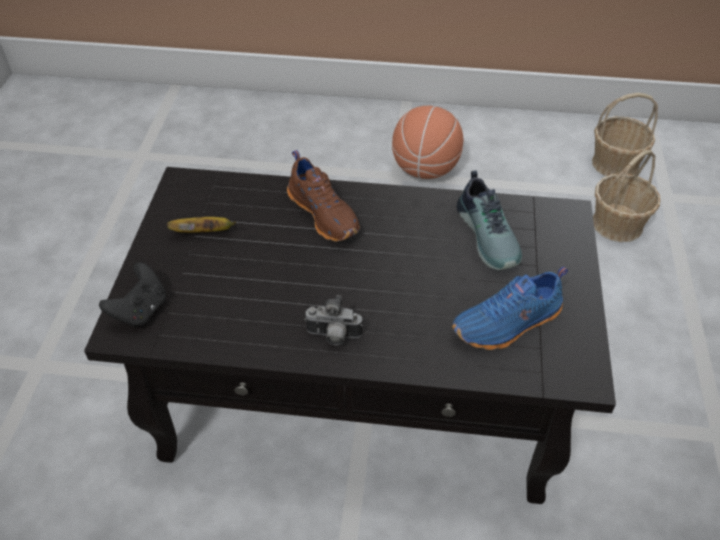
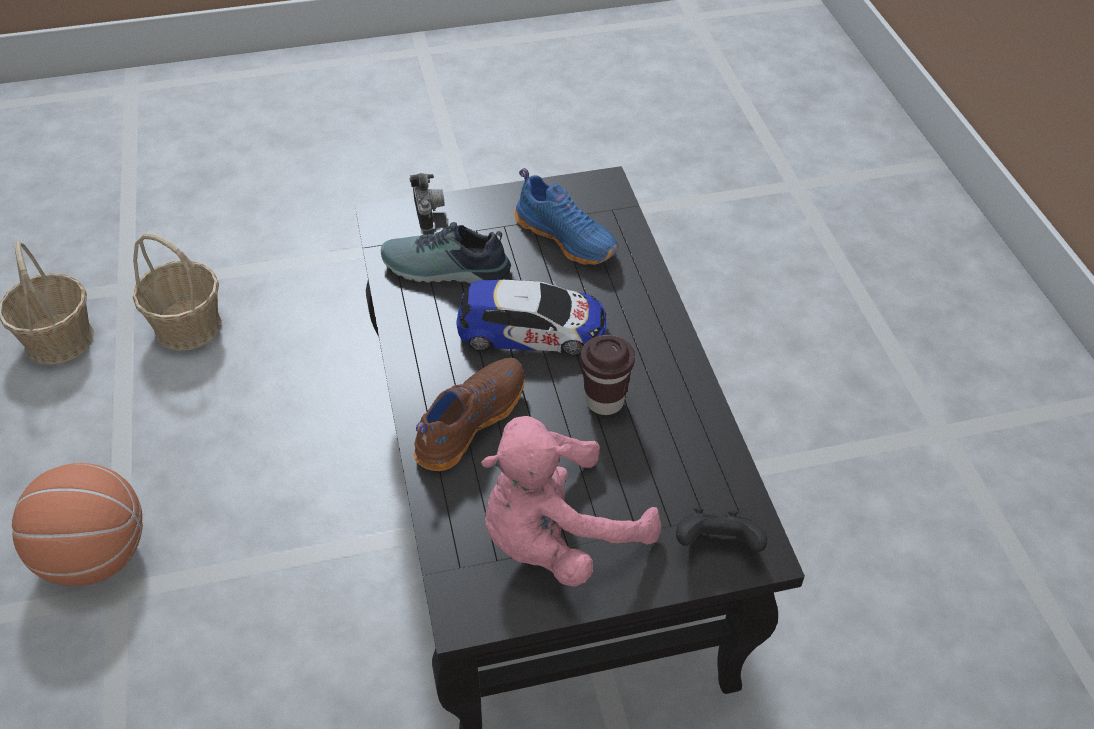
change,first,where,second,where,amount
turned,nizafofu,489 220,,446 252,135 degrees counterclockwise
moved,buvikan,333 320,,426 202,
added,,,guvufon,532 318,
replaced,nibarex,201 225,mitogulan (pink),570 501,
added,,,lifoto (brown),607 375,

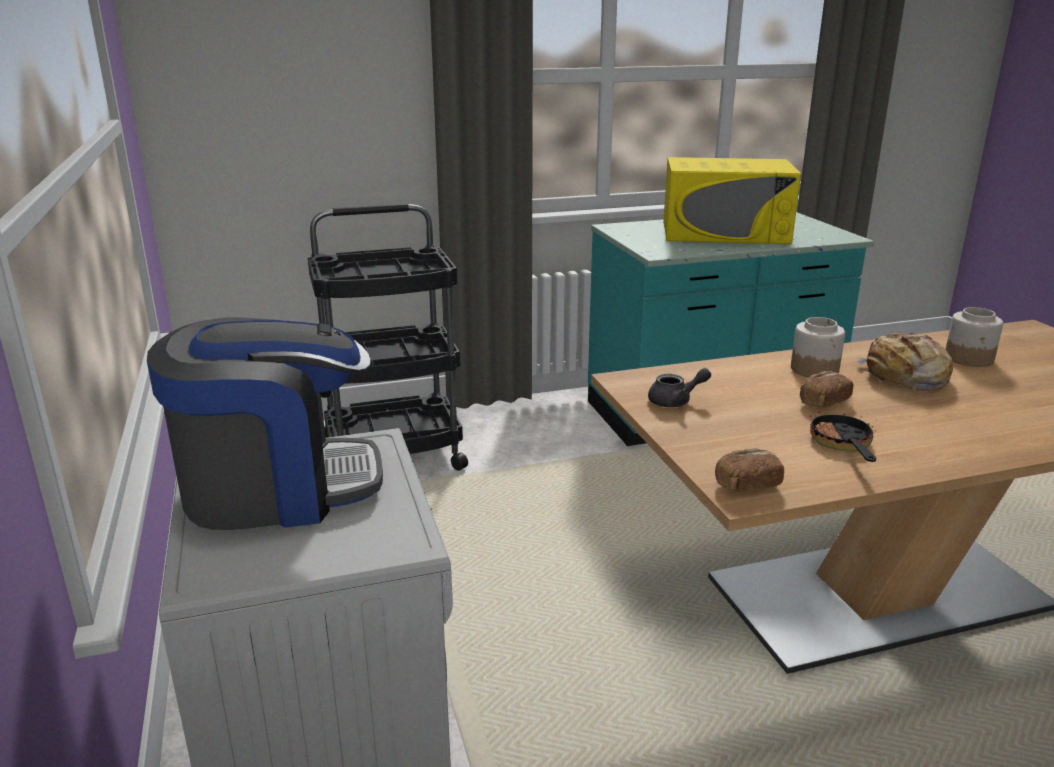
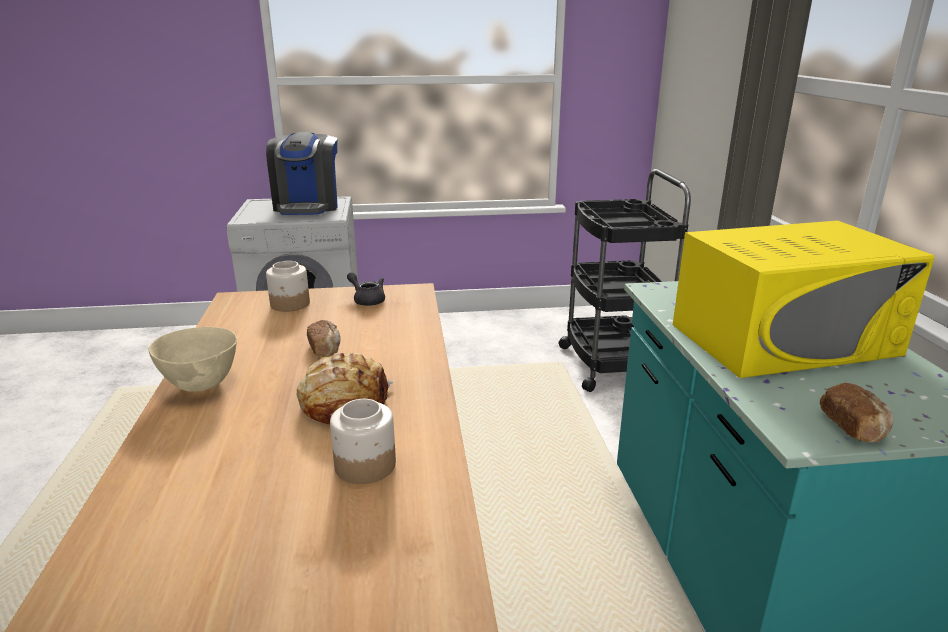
change,first,where,second,where,amount
added,,,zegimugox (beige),193 359,
moved,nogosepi,818 347,,288 286,
turned,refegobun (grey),679 388,,366 289,135 degrees clockwise
turned,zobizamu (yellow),732 200,,804 299,120 degrees counterclockwise
moved,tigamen,749 470,,857 413,
removed,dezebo,843 436,,,

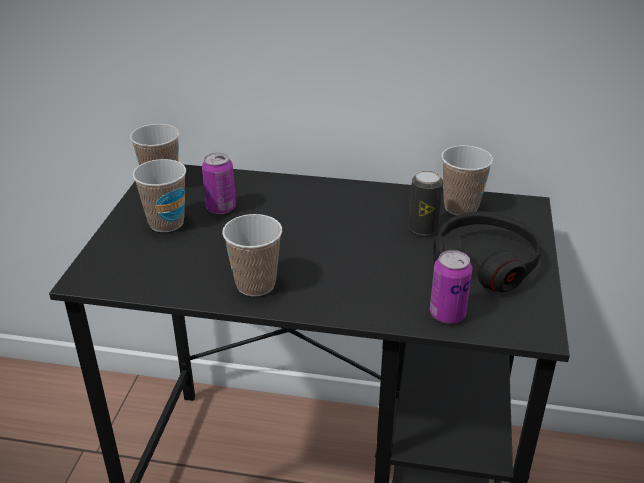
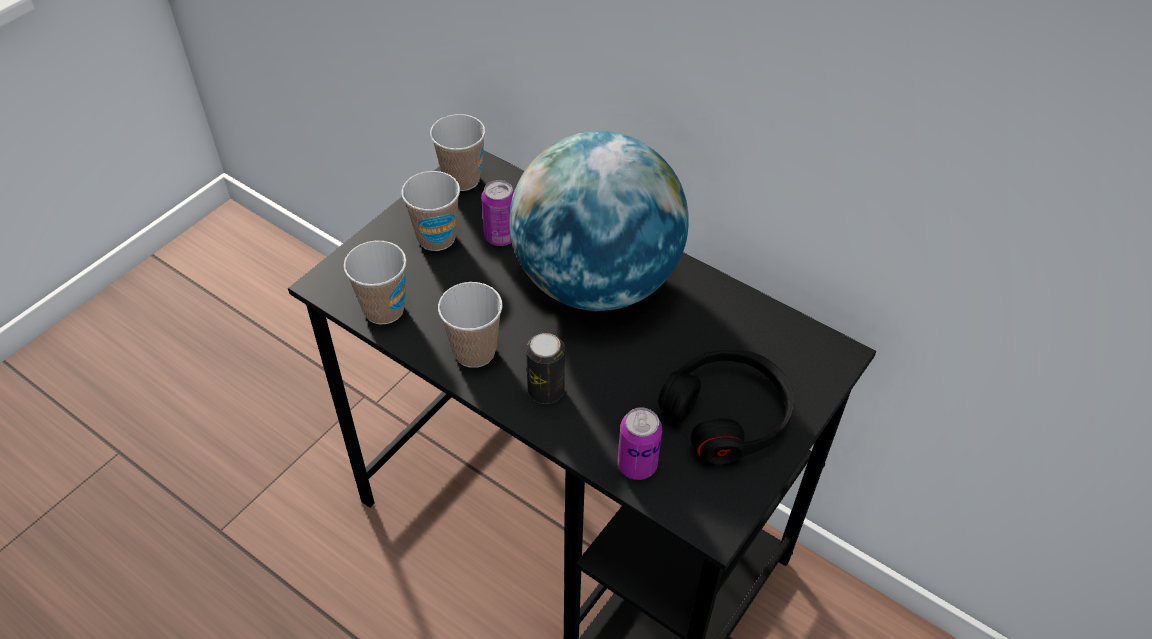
change,first,where,second,where,amount
moved,lifoto,467 180,,375 282,
added,,,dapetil,599 221,
moved,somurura,426 203,,545 368,

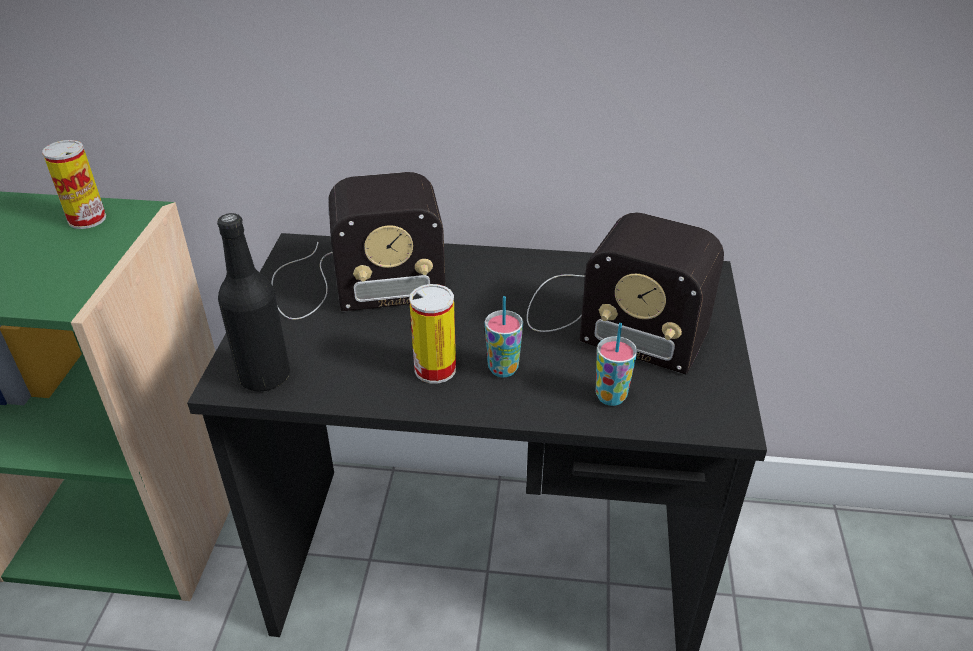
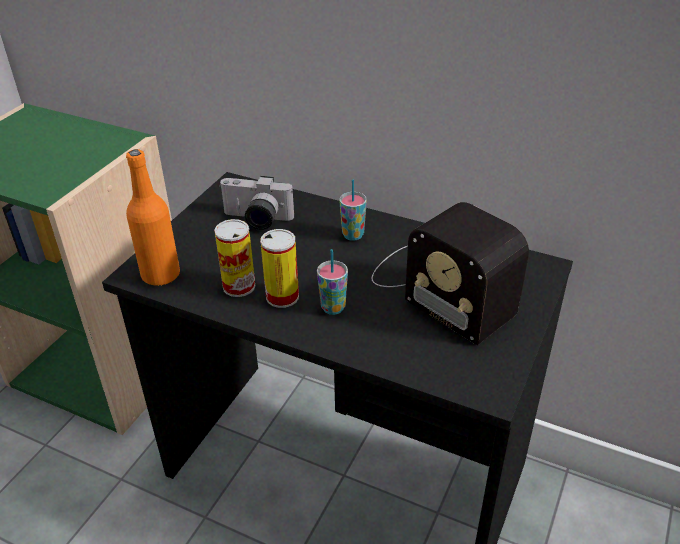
change,first,where,second,where,amount
recoloured,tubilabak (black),253 302,tubilabak (orange),153 217,
moved,somurura,74 184,,235 258,
replaced,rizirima,358 246,buvikan,257 203,
moved,lifoto,616 364,,353 210,

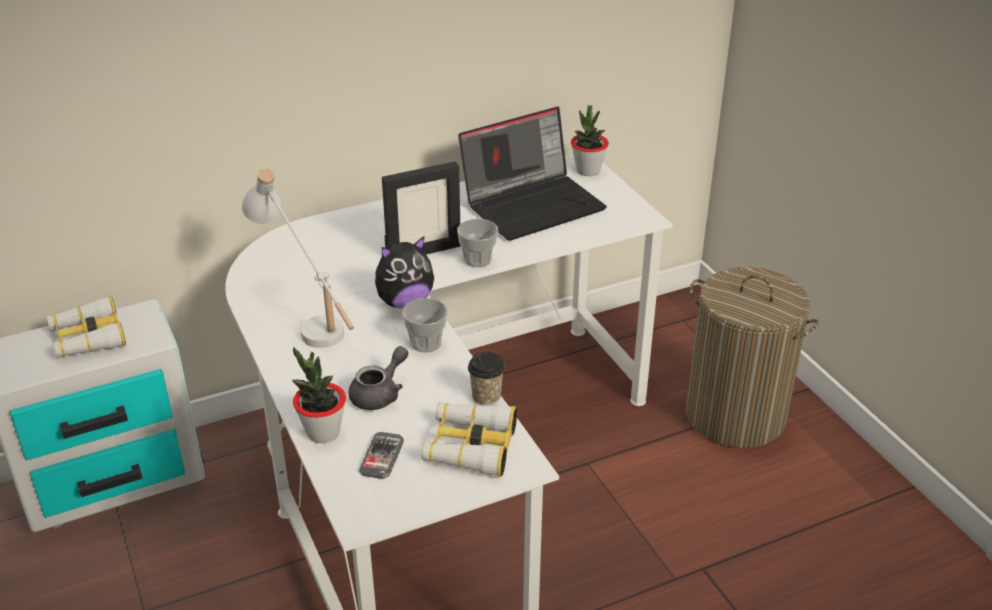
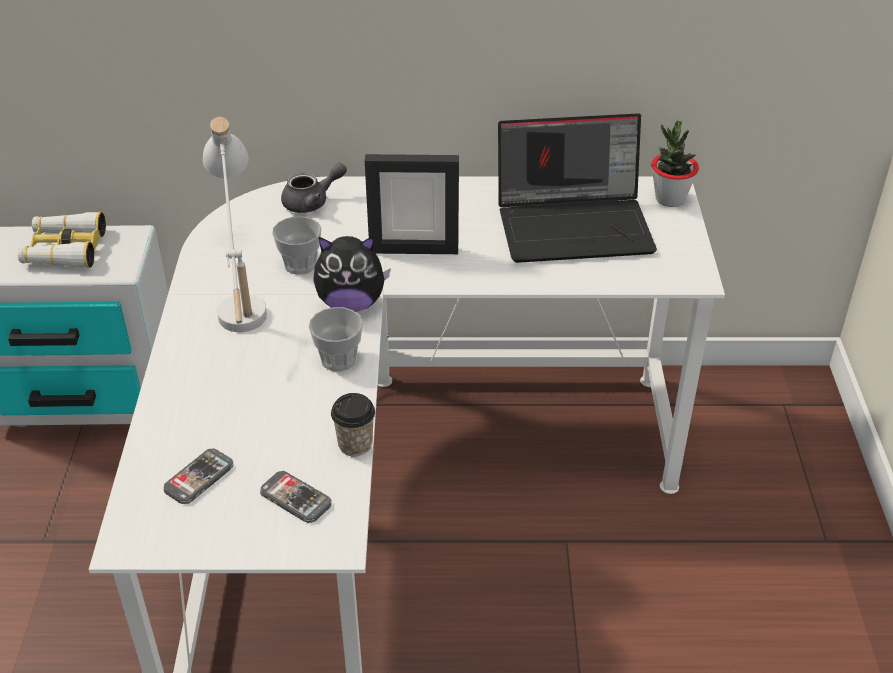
change,first,where,second,where,amount
replaced,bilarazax,469 439,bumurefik,296 497,
moved,lifoto,477 243,,296 245,
moved,refegobun (grey),378 378,,314 188,
removed,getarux,319 395,,,
removed,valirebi,752 357,,,

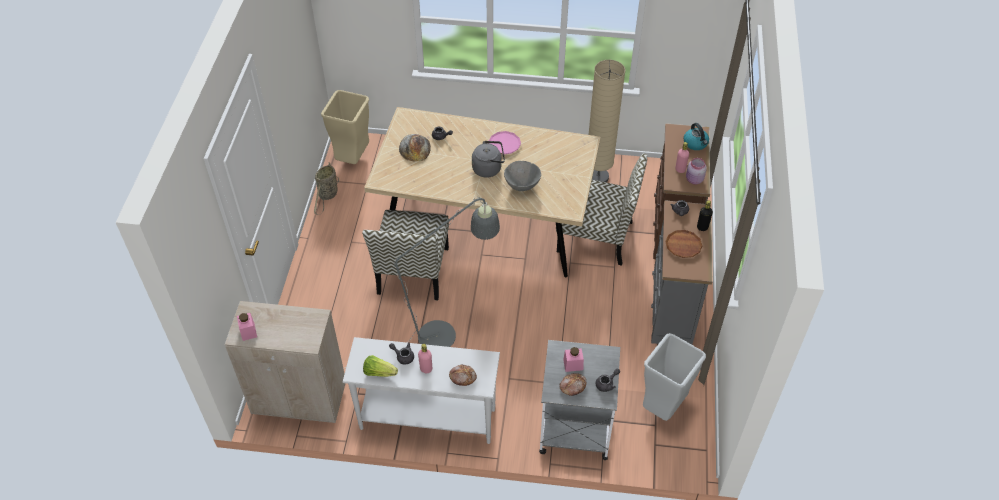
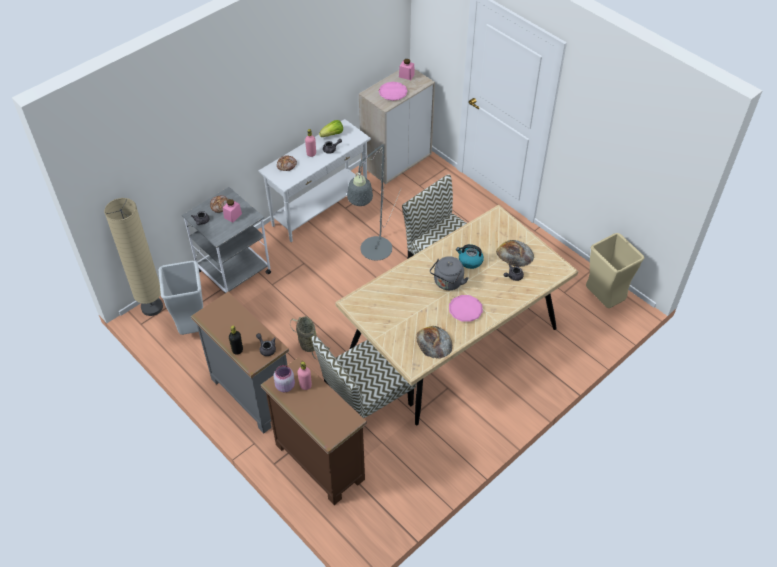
change,first,where,second,where,amount
moved,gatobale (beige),607 121,,133 257,
moved,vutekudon,326 188,,310 338,
added,,,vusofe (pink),393 91,
added,,,tigamen,435 342,
moved,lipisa,696 136,,470 256,
removed,zegimugox (grey),522 176,,,
removed,vusofe (brown),683 244,,,

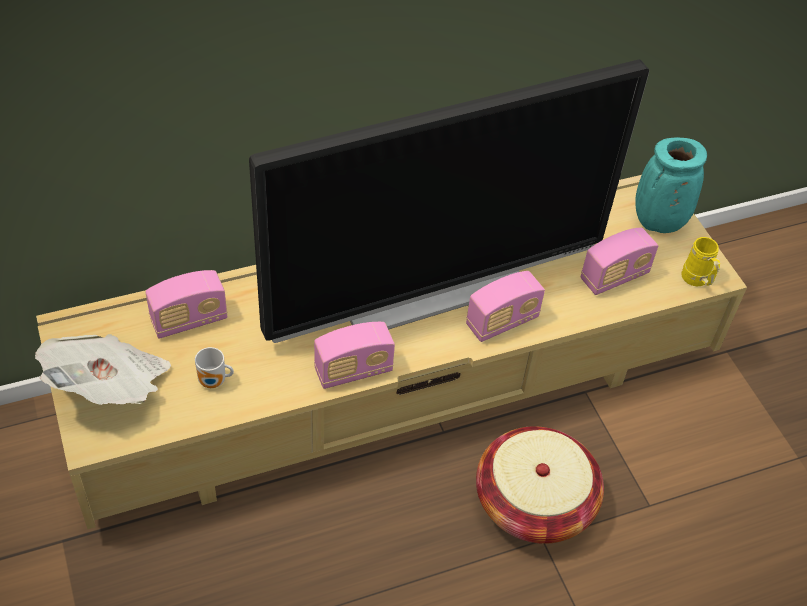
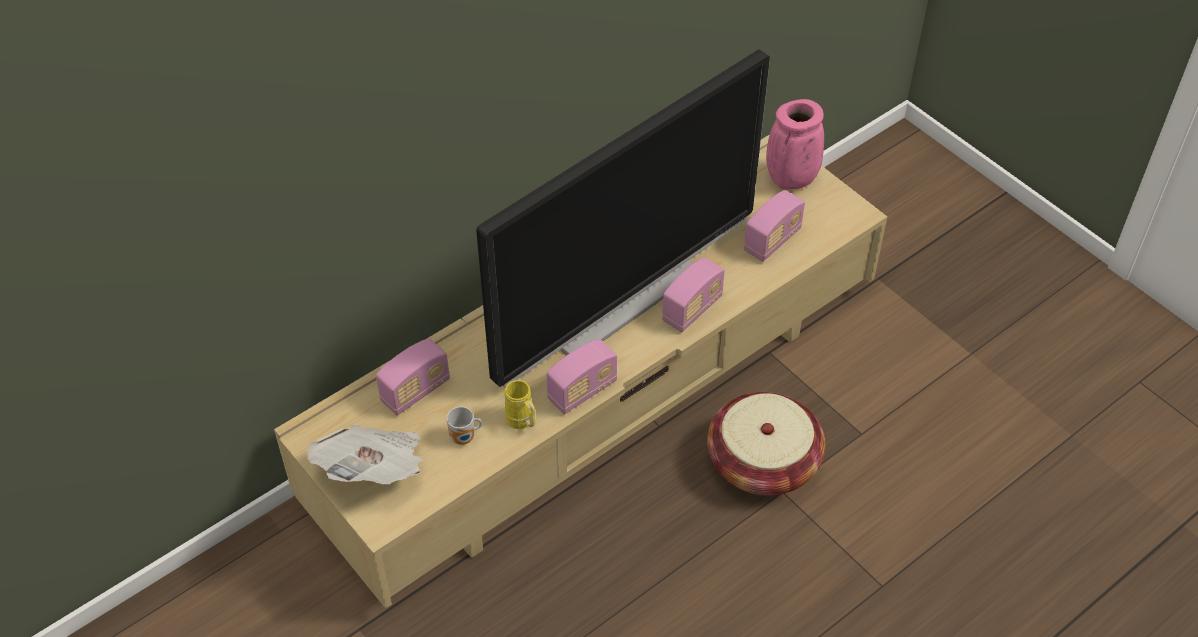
change,first,where,second,where,amount
moved,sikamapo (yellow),700 261,,520 404,
recoloured,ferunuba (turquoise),671 185,ferunuba (pink),795 144,

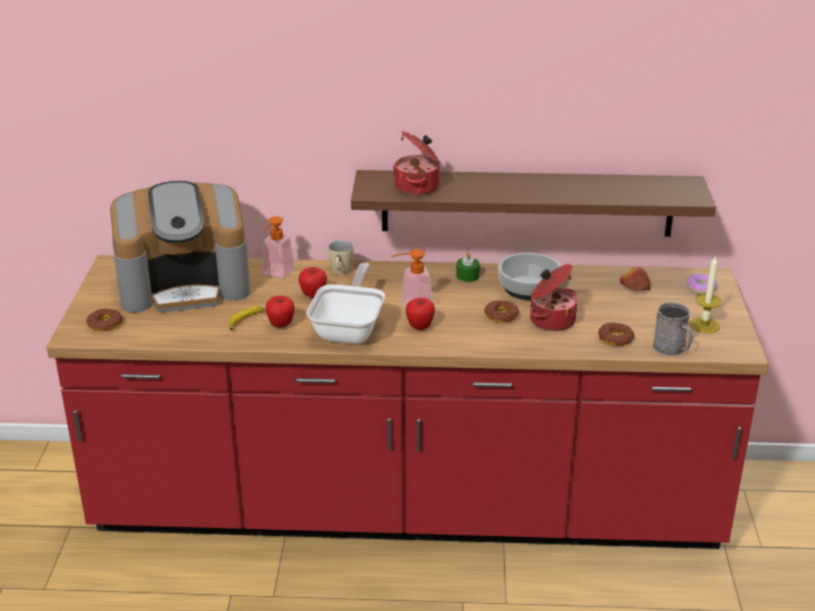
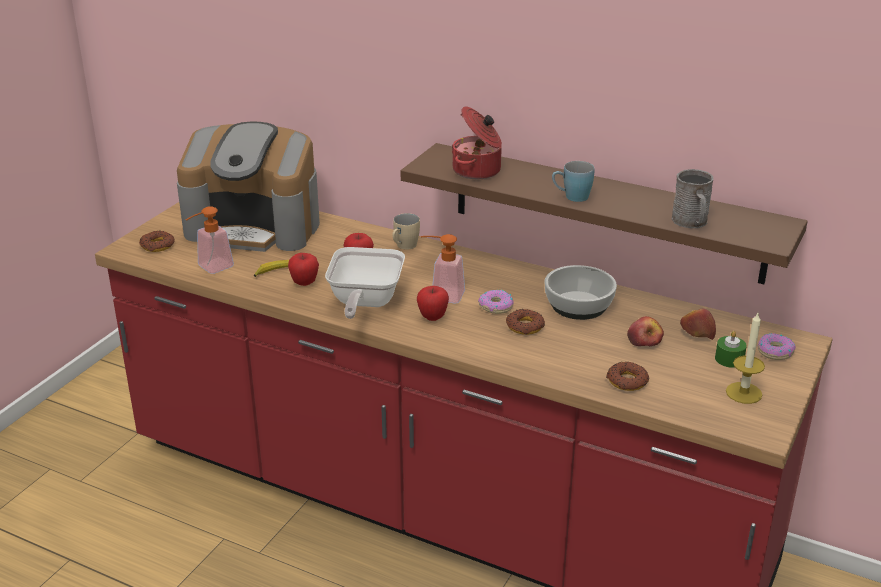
change,first,where,second,where,amount
moved,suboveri,279 247,,210 240,
turned,dezebo,345 303,,365 283,150 degrees clockwise
added,,,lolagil,496 302,
added,,,sikamapo (blue),573 181,
added,,,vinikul,645 331,
moved,sikamapo (grey),673 329,,693 198,
moved,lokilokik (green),468 267,,731 349,
removed,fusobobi,553 297,,,

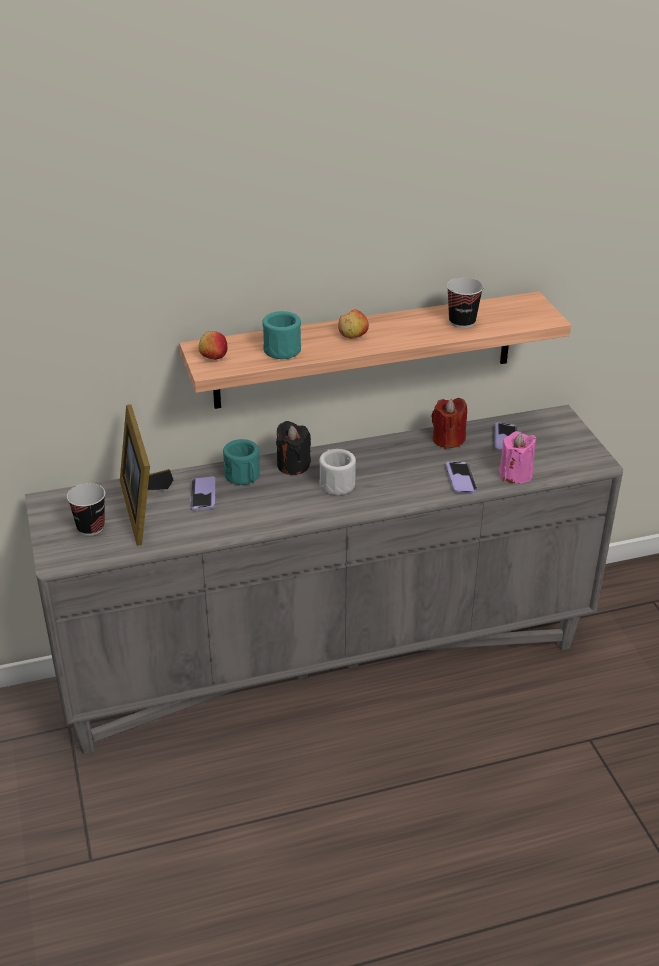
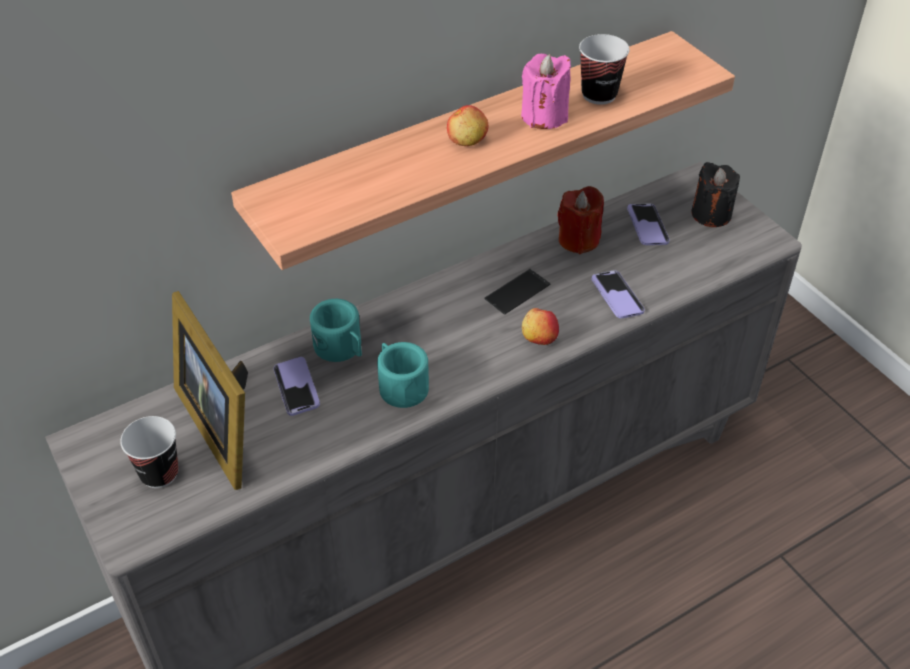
change,first,where,second,where,amount
moved,sikamapo (turquoise),281 335,,403 375,
added,,,bumurefik,517 292,
moved,lokilokik (pink),517 457,,546 91,
moved,vinikul,213 345,,540 326,
moved,lokilokik (black),293 448,,715 194,
removed,sikamapo (white),337 472,,,

